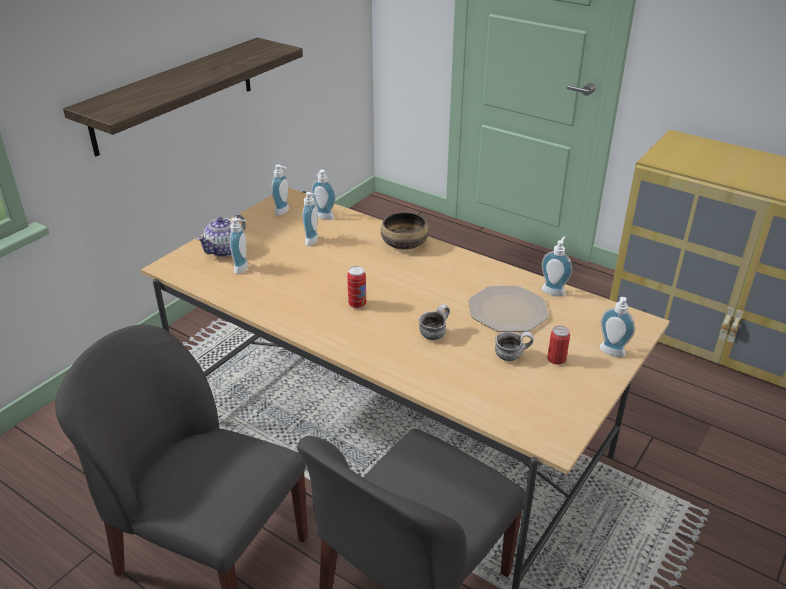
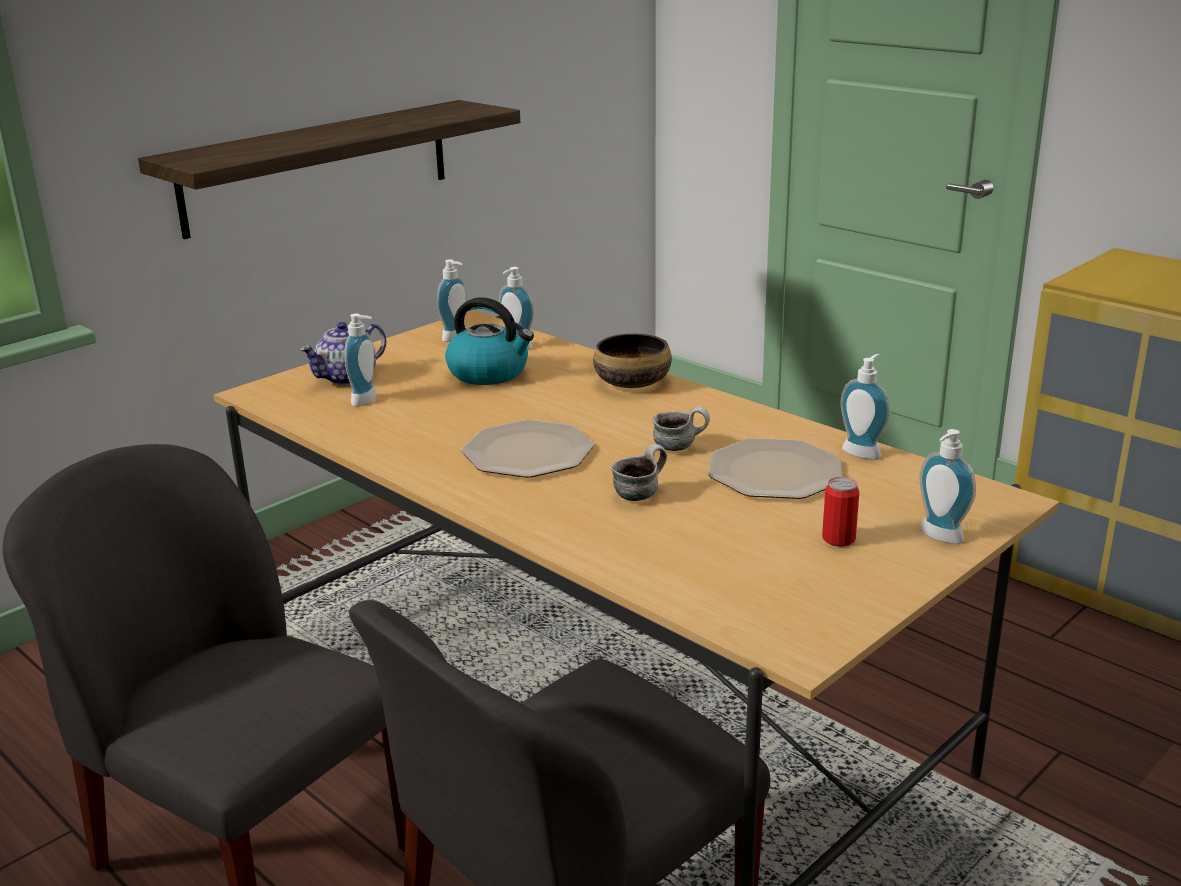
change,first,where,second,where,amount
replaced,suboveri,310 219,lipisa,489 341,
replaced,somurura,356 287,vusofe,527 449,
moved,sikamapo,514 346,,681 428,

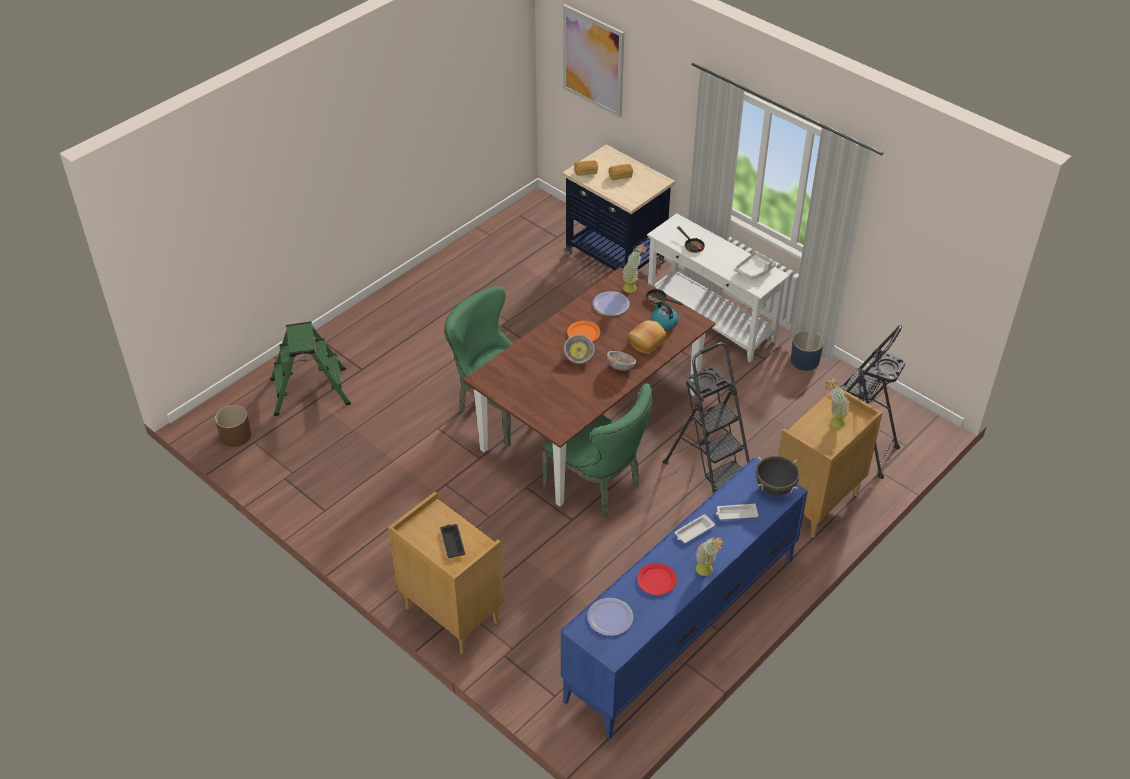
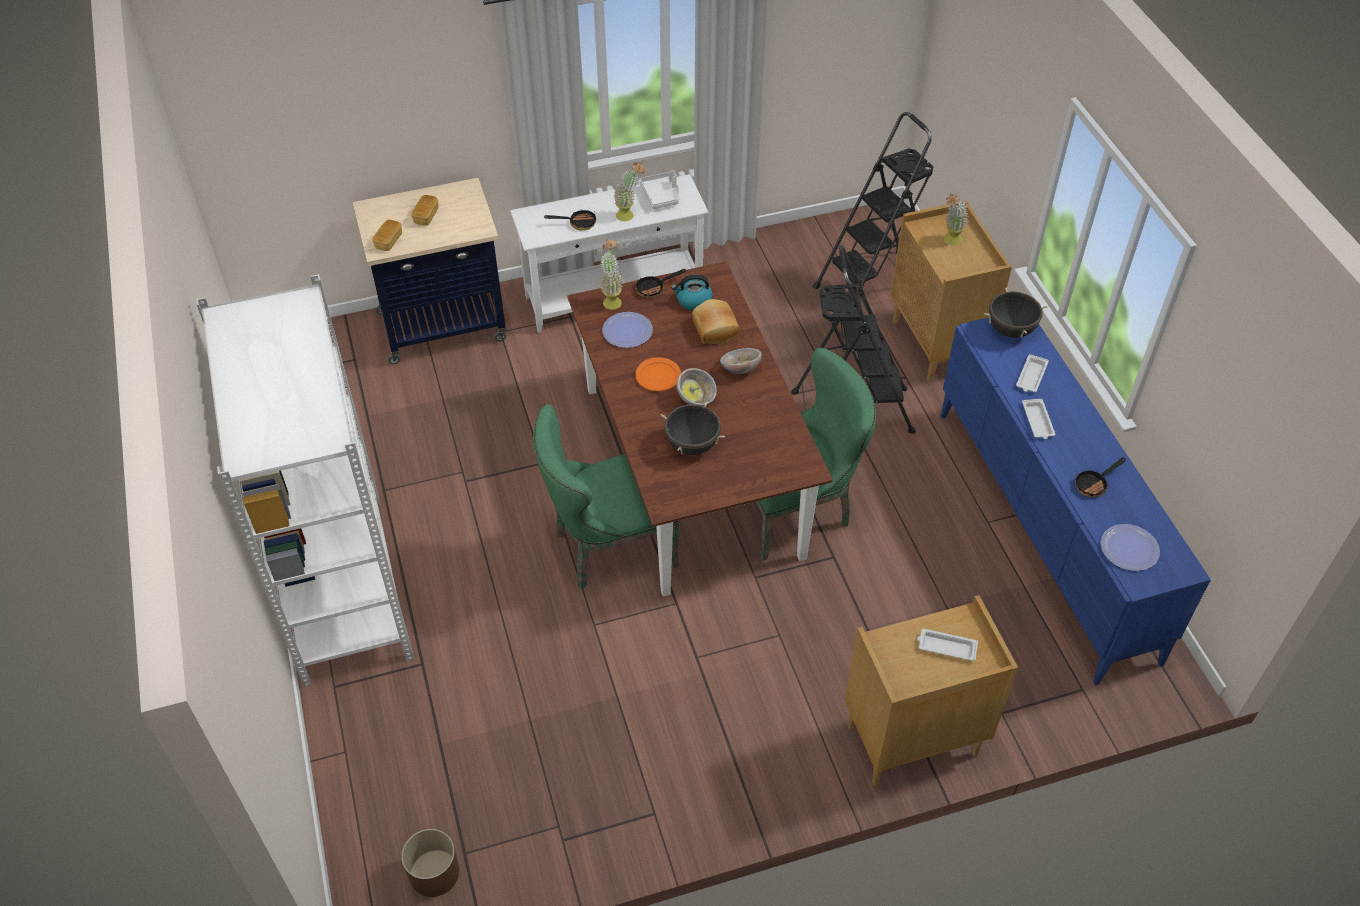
change,first,where,second,where,amount
added,,,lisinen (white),305 480,
moved,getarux,709 556,,629 192,
added,,,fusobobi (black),693 428,
recoloured,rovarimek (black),452 541,rovarimek (white),947 645,
replaced,vusofe (red),657 579,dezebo,1100 477,
removed,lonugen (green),310 368,,,
removed,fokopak,593 61,,,
removed,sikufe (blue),807 351,,,

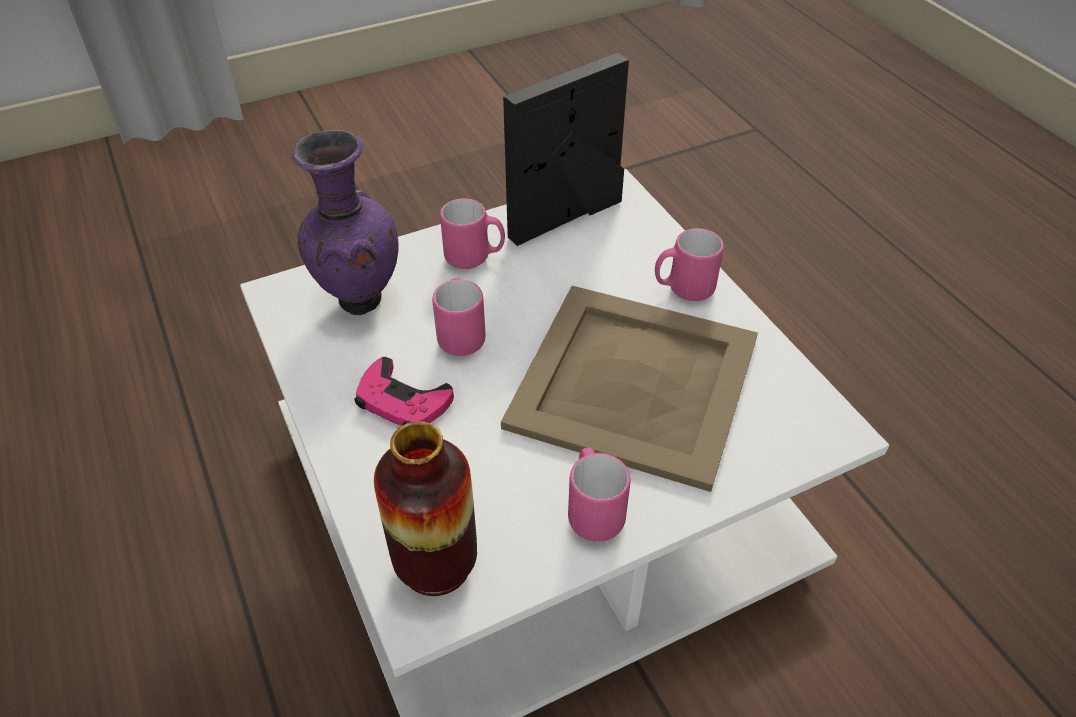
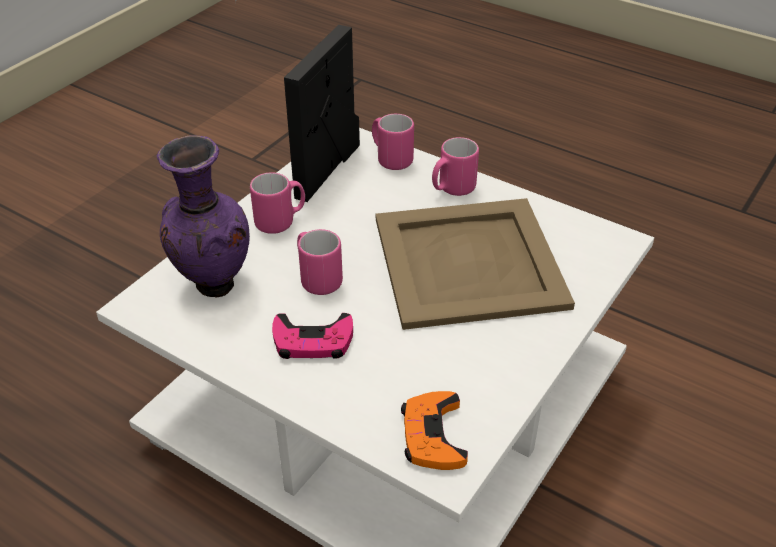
change,first,where,second,where,amount
moved,sikamapo (pink),599 494,,393 142,
replaced,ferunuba,425 508,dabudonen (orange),434 430,

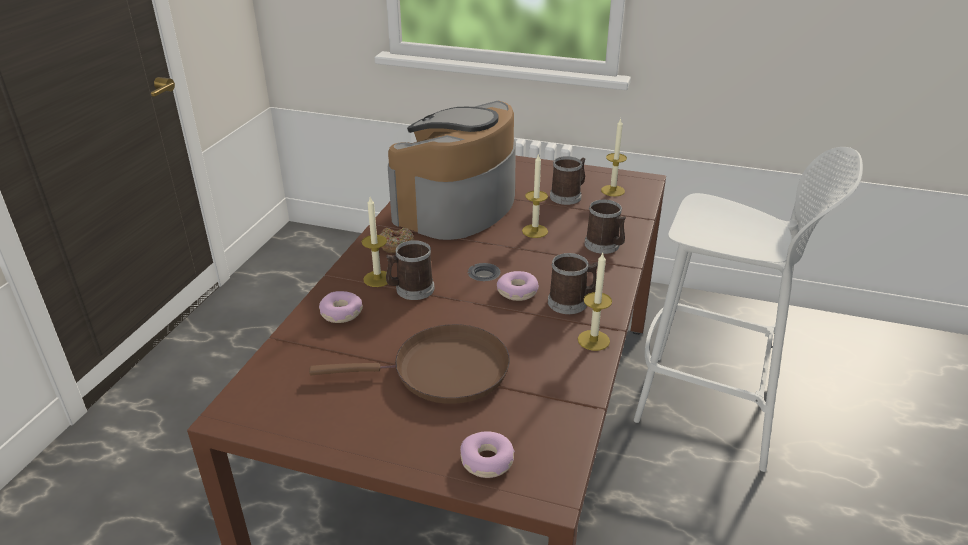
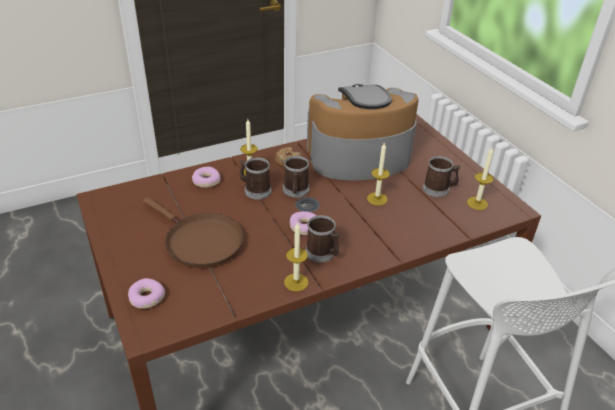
change,first,where,second,where,amount
moved,sikamapo,605 227,,296 177,

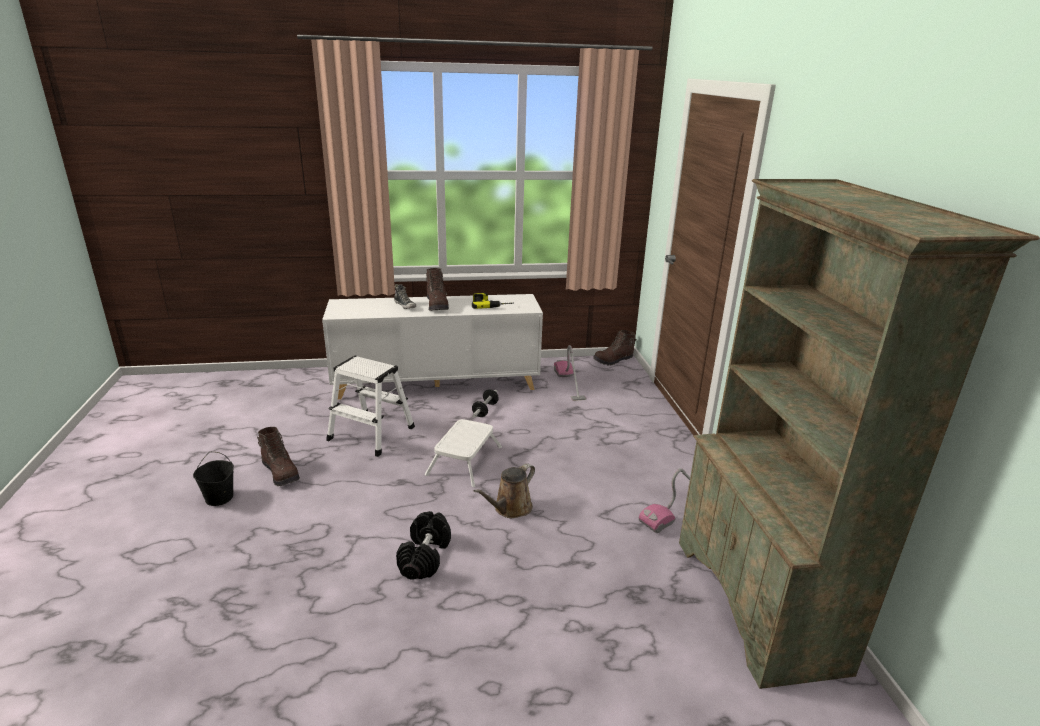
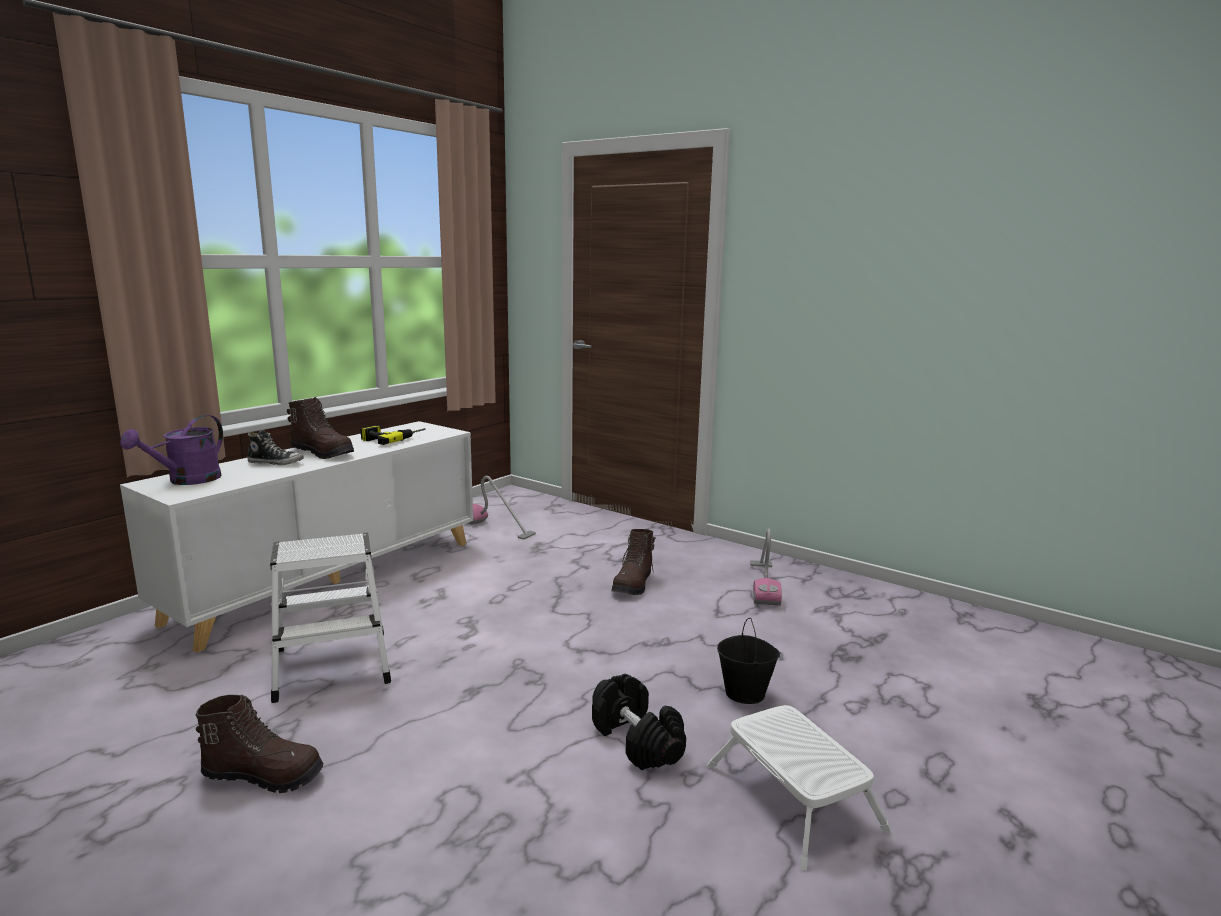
change,first,where,second,where,amount
added,,,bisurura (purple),171 450,
moved,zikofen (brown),614 348,,633 562,
moved,lonugen (white),463 453,,799 788,
moved,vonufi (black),213 479,,748 661,
removed,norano,485 403,,,
removed,bisurura (brown),504 490,,,
removed,lisinen (green),859 434,,,

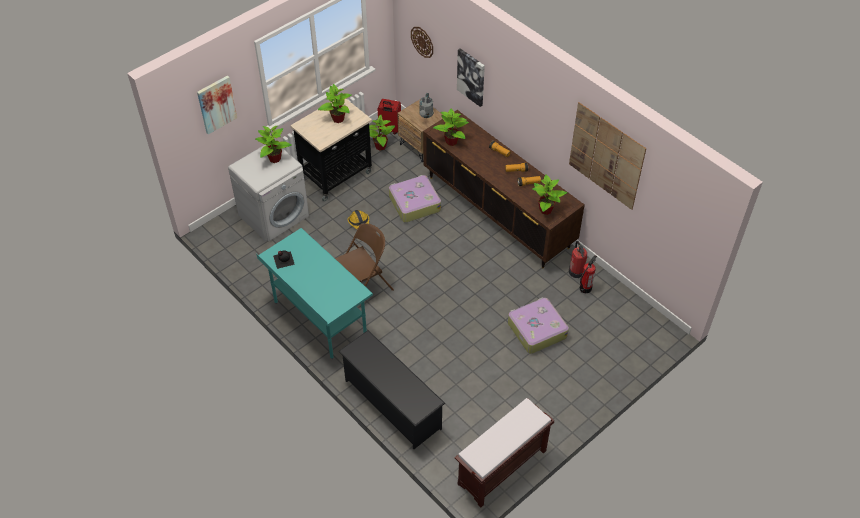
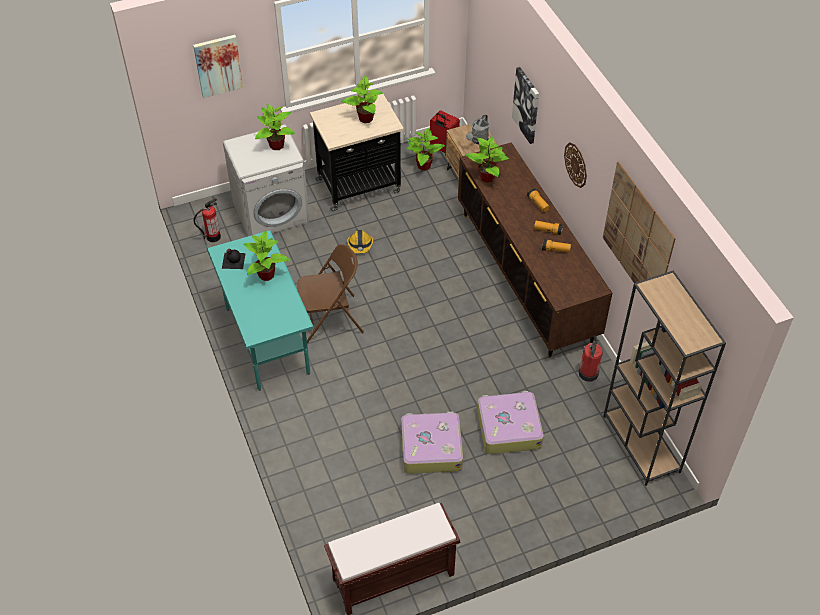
change,first,where,second,where,amount
moved,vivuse,588 274,,207 220,
moved,getarux,550 194,,266 256,
moved,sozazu,415 198,,432 443,
moved,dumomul,422 42,,575 165,
added,,,lisinen,664 378,
removed,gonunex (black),391 389,,,

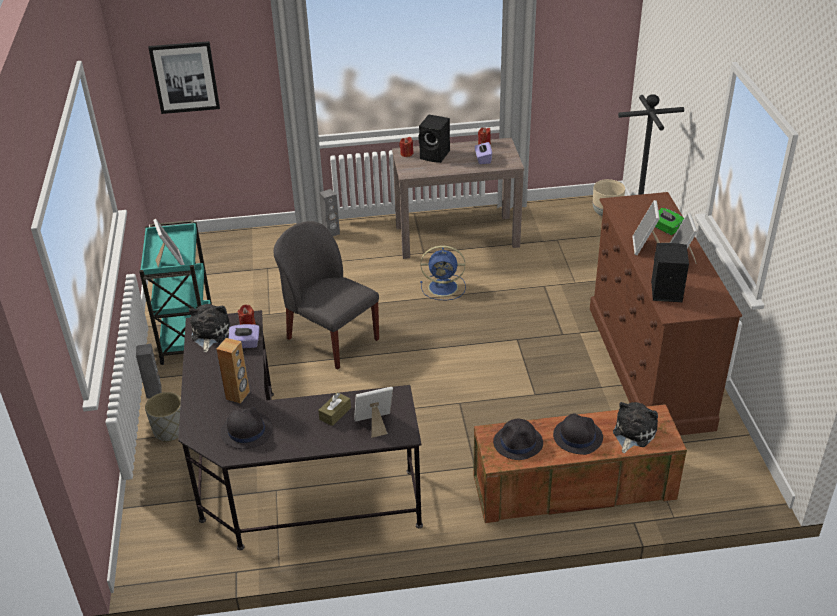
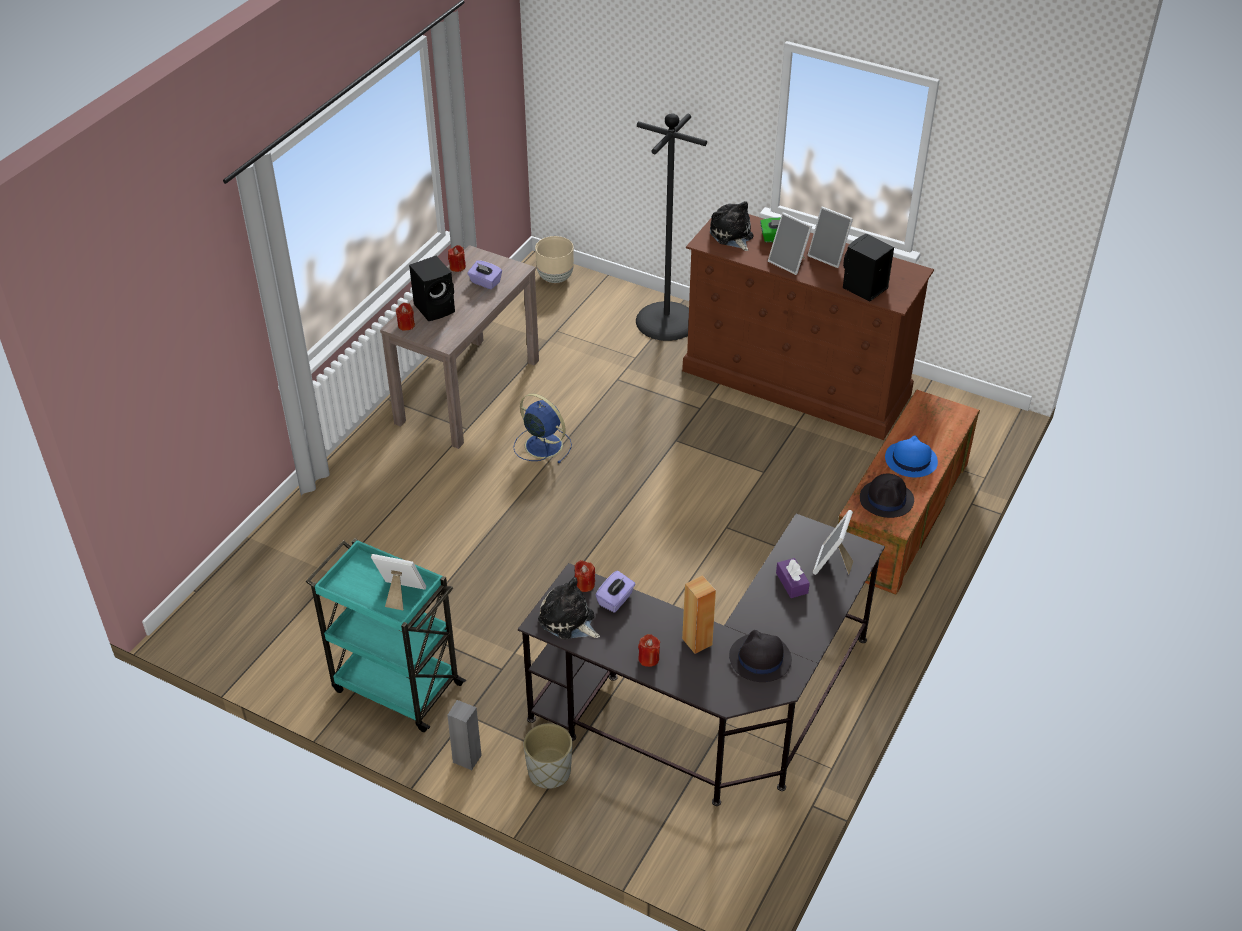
change,first,where,second,where,amount
turned,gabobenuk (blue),443 273,,542 428,90 degrees counterclockwise
added,,,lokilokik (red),649 650,
moved,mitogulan,635 427,,731 226,
recoloured,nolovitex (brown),334 409,nolovitex (purple),793 578,
recoloured,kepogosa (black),578 434,kepogosa (blue),911 456,
removed,fokopak,184 77,,,
removed,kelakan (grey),326 295,,,
removed,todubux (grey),329 212,,,

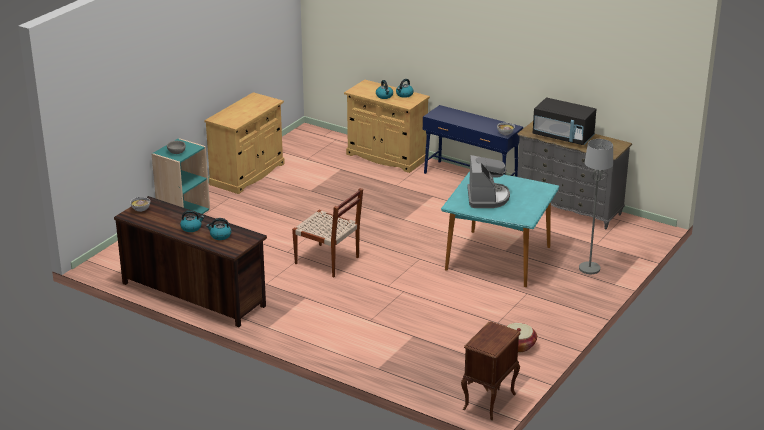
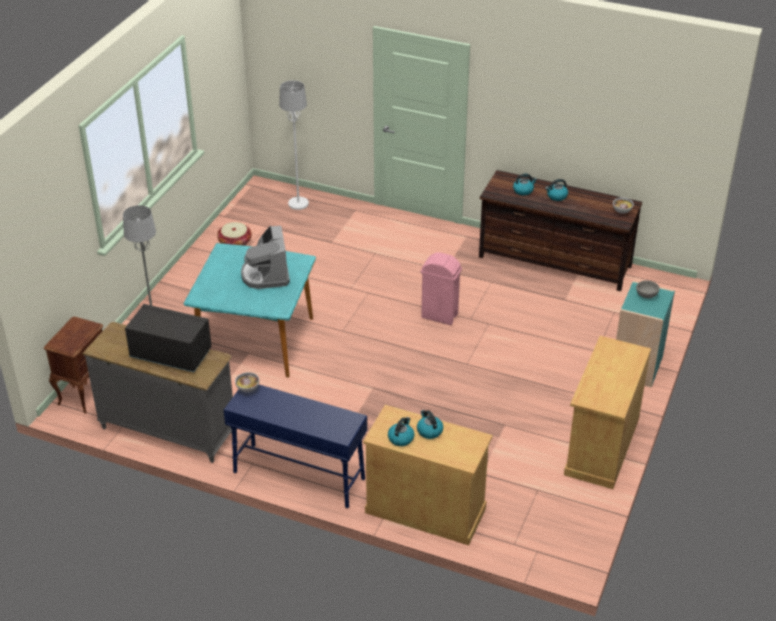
change,first,where,second,where,amount
moved,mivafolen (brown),491 371,,73 365,
added,,,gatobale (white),294 145,
replaced,kelakan,327 232,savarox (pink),441 288,

